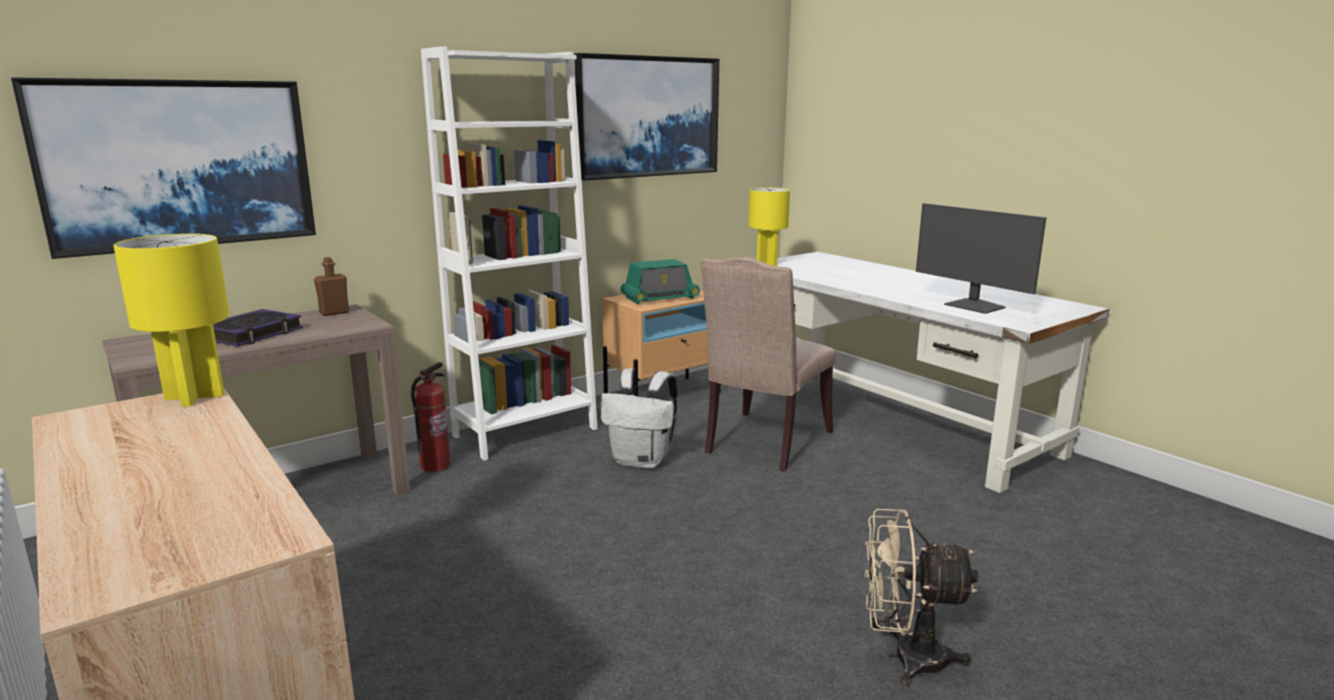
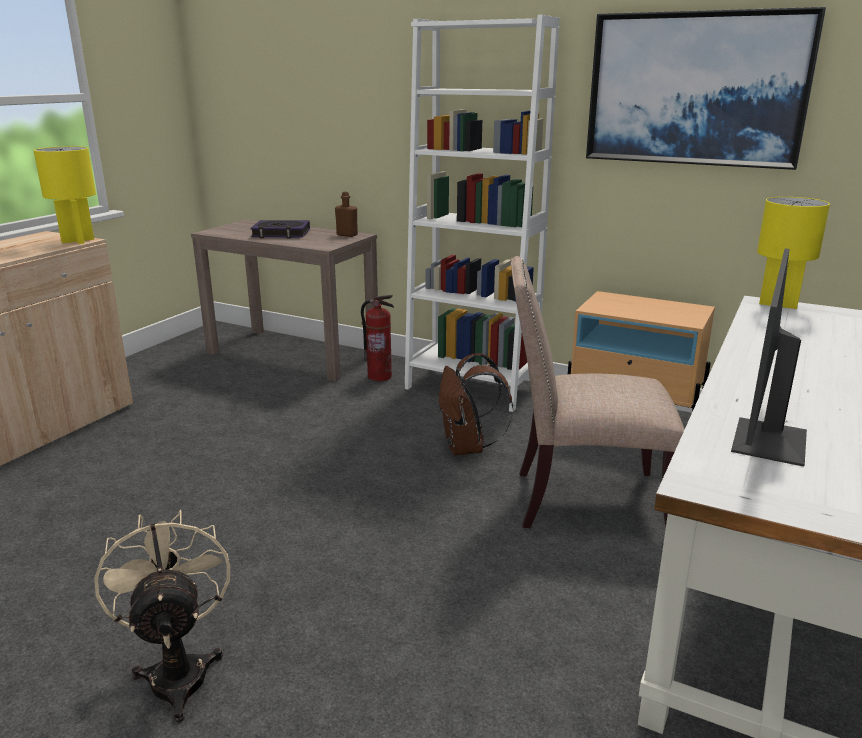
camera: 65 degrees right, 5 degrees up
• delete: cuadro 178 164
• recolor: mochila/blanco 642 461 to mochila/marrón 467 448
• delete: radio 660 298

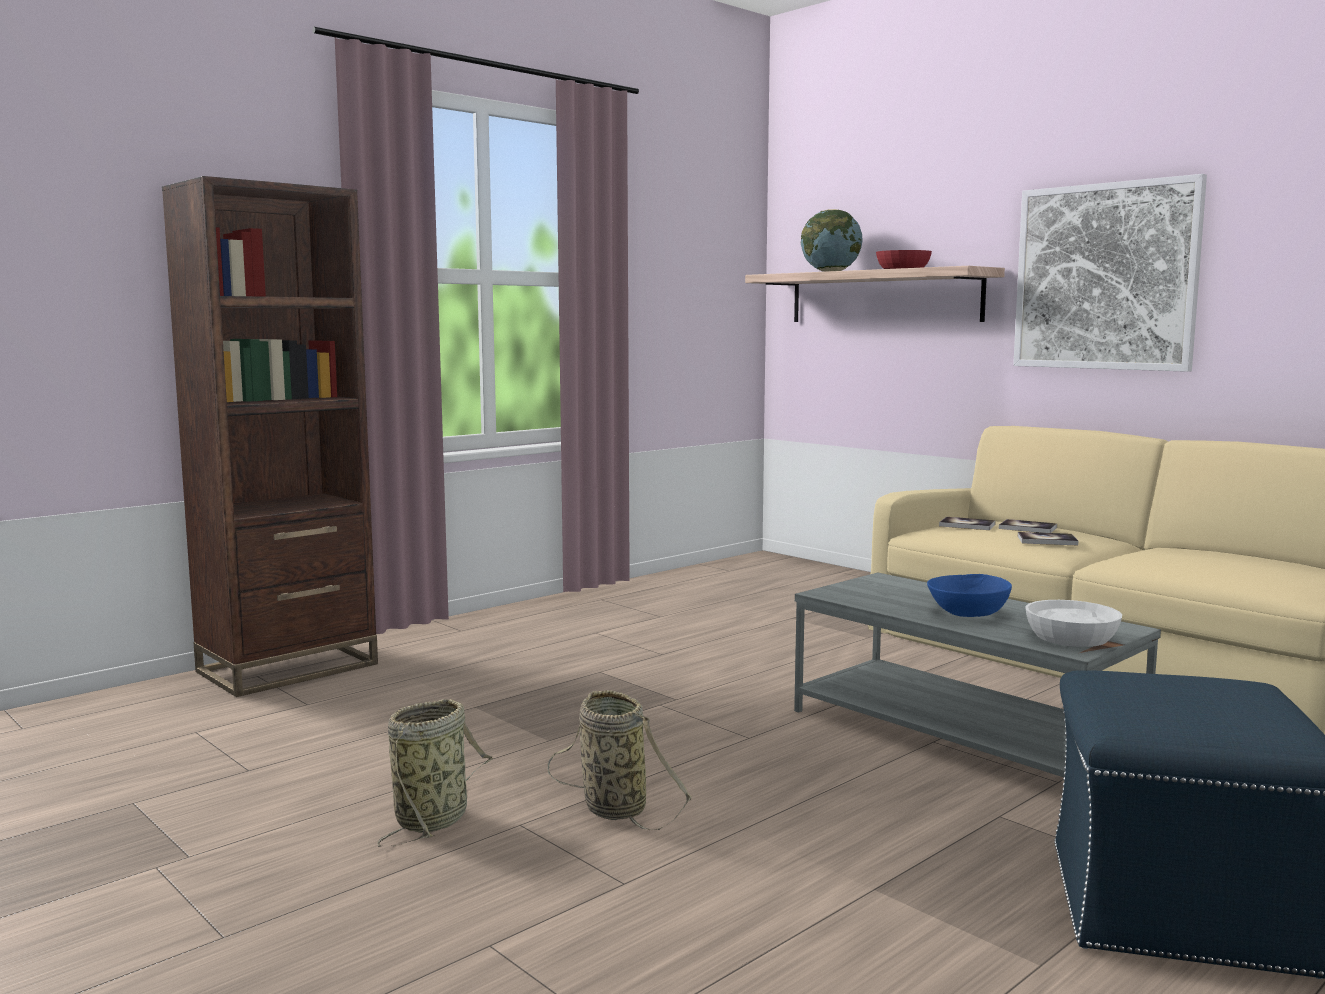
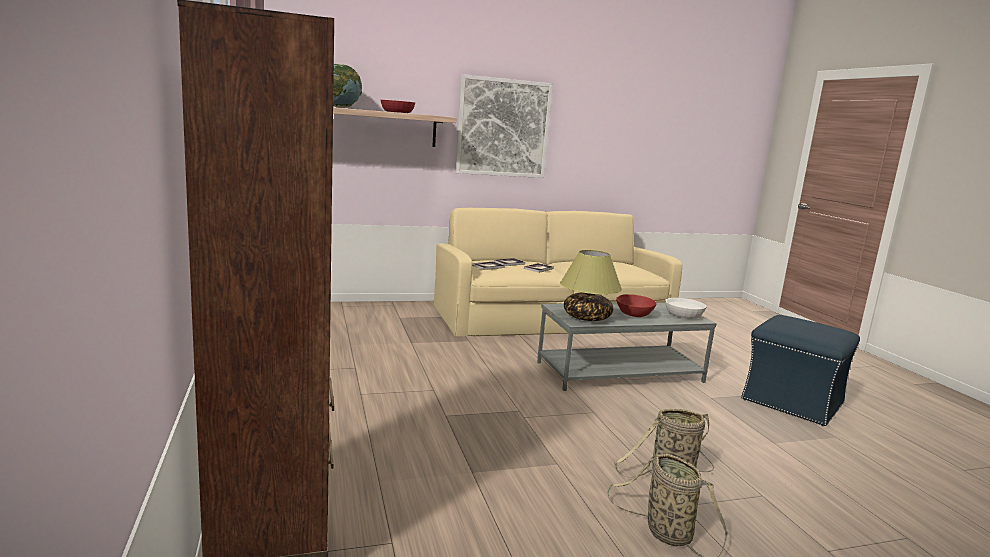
camera: 65 degrees left, 5 degrees up
• recolor: cuenco/azul 967 613 to cuenco/rojo 634 315
• insert: lámpara de mesa 586 317

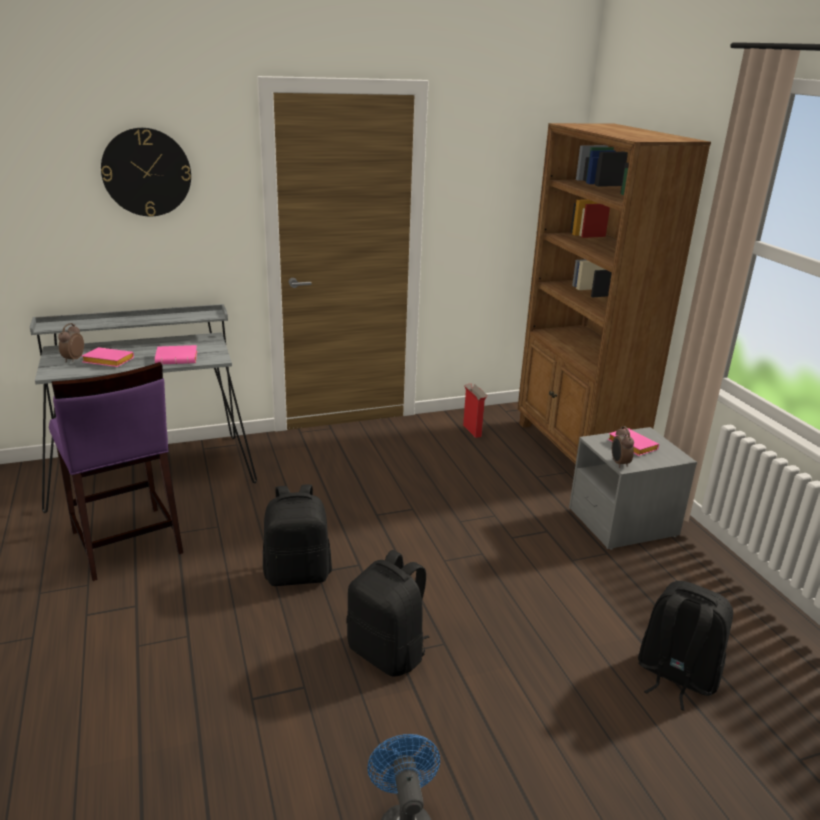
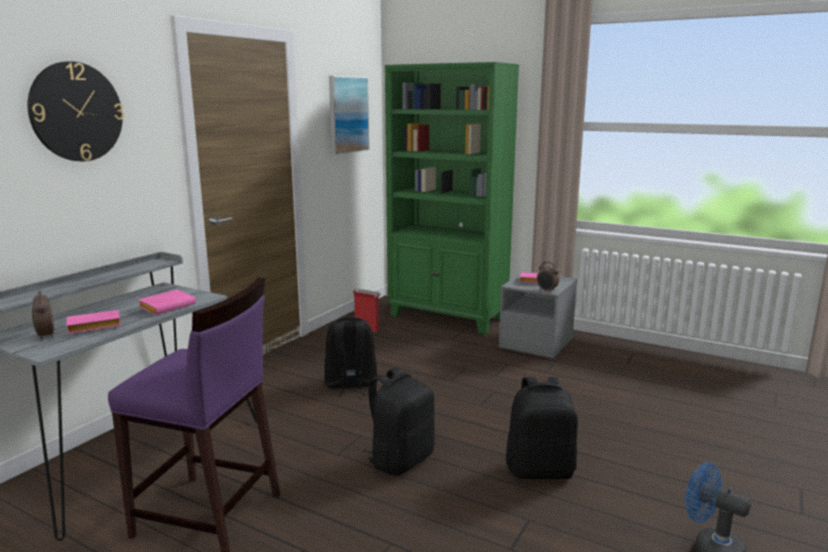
camera: 40 degrees left, 10 degrees down
• recolor: estantería/marrón 576 449 to estantería/verde 448 317
• move: mochila/negro 675 676 to 350 385
• insert: cuadro 348 114

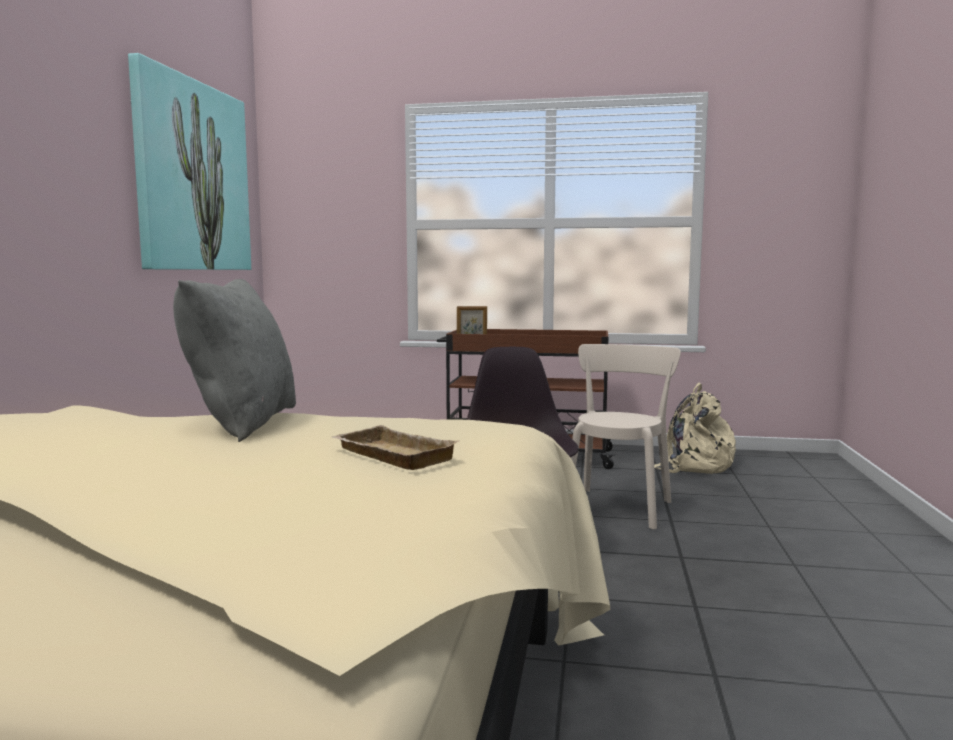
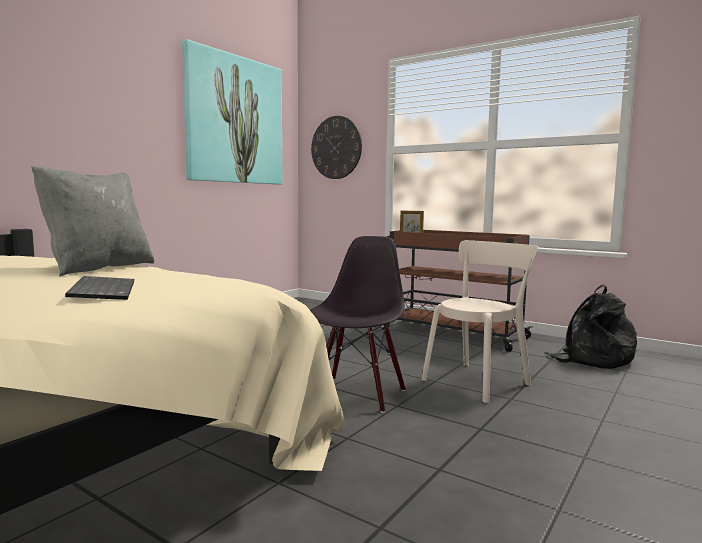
camera: 25 degrees right, 0 degrees up
• replace: bandeja/beis 390 456 to teclado 101 291
• recolor: mochila/beis 693 465 to mochila/negro 592 359
• insert: reloj de pared 336 147

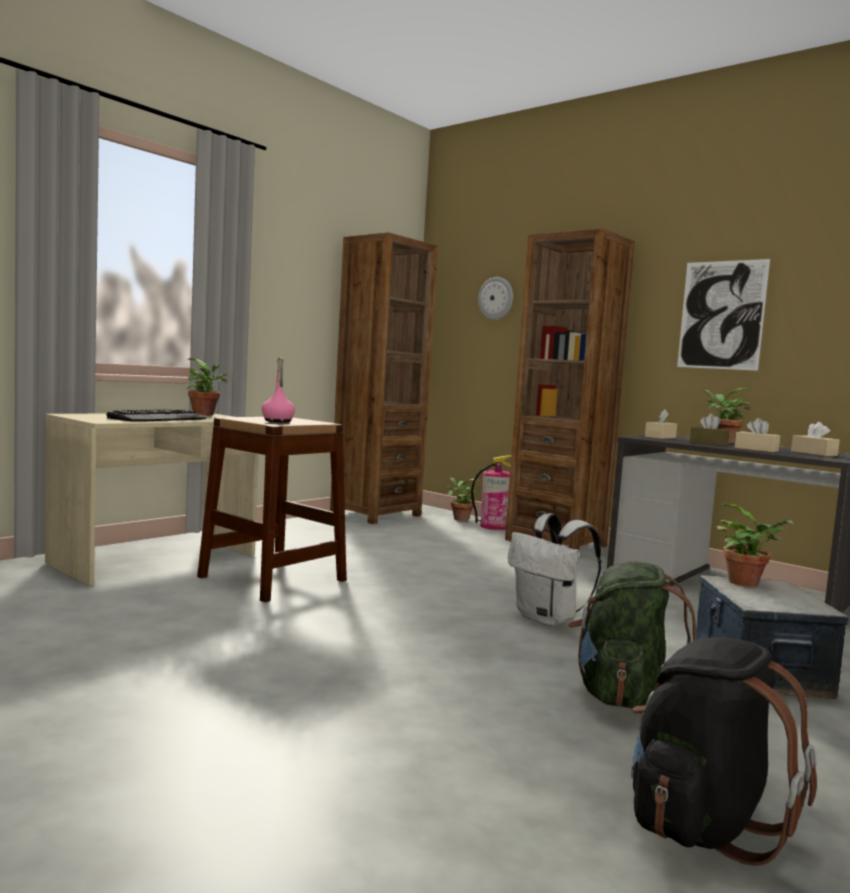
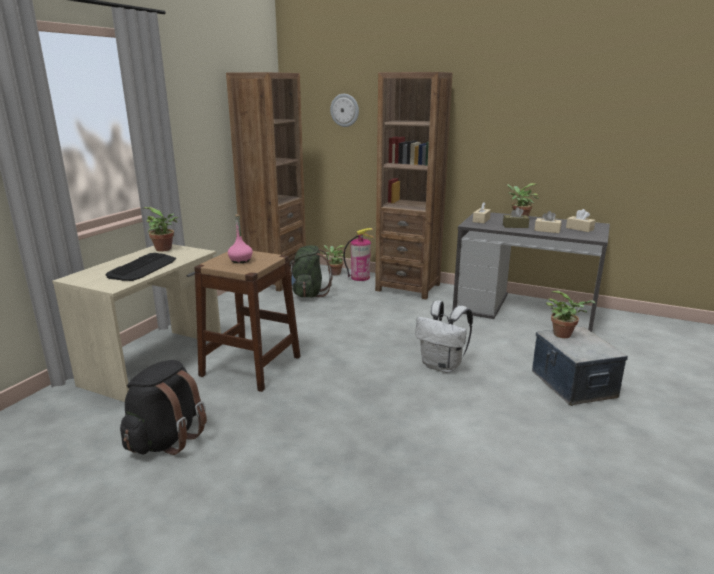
camera: 15 degrees left, 15 degrees up
• move: mochila/verde 622 696 to 308 294
• move: mochila/negro 701 823 to 166 439
• delete: cuadro 721 315

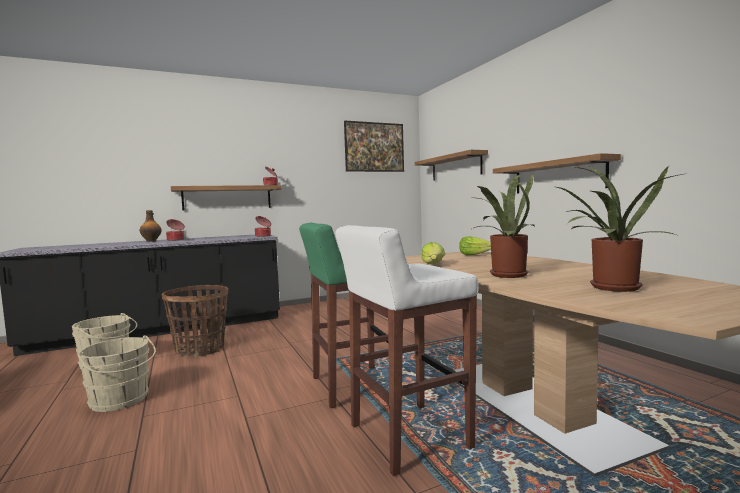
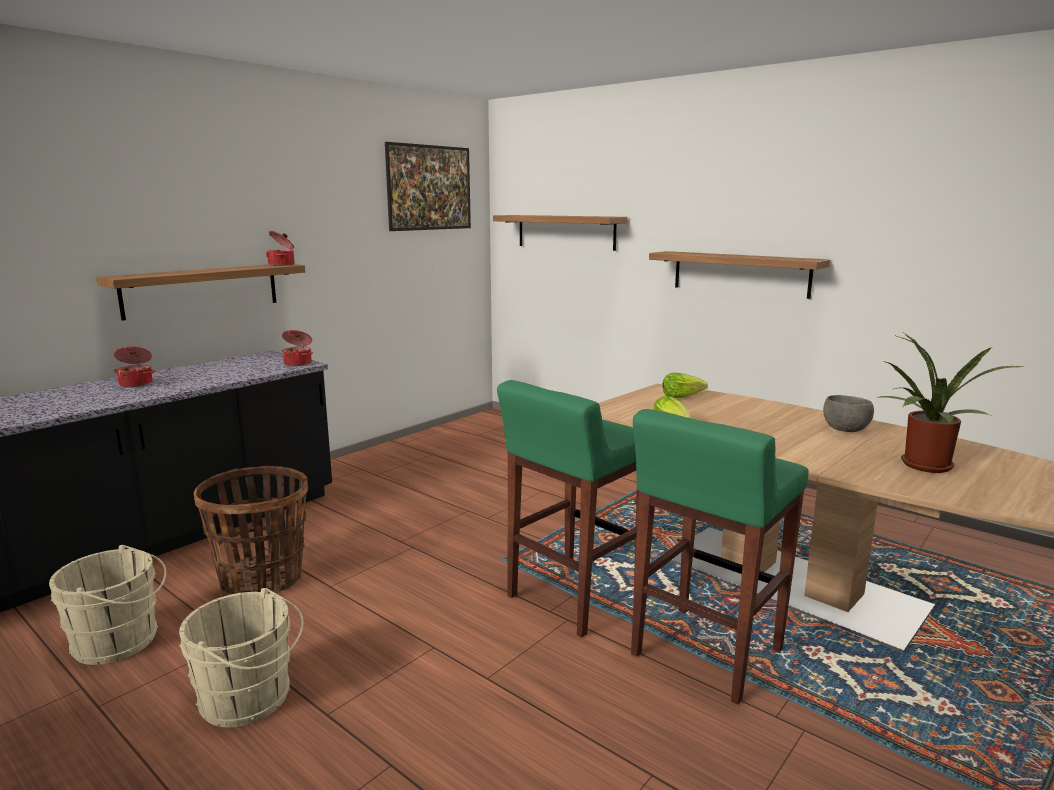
camera: 25 degrees left, 10 degrees up
• delete: botella 151 241
• recolor: taburete/blanco 407 436 to taburete/verde 705 653
• delete: planta en maceta 505 274
• insert: cuenco/gris 846 430

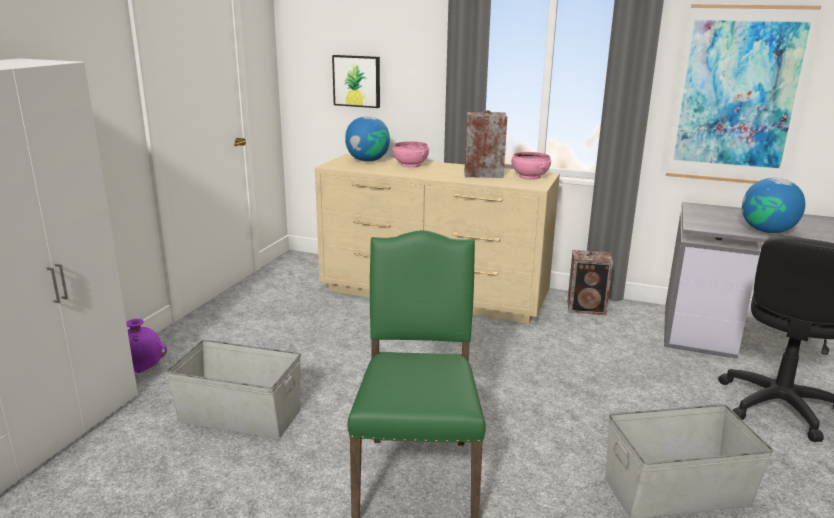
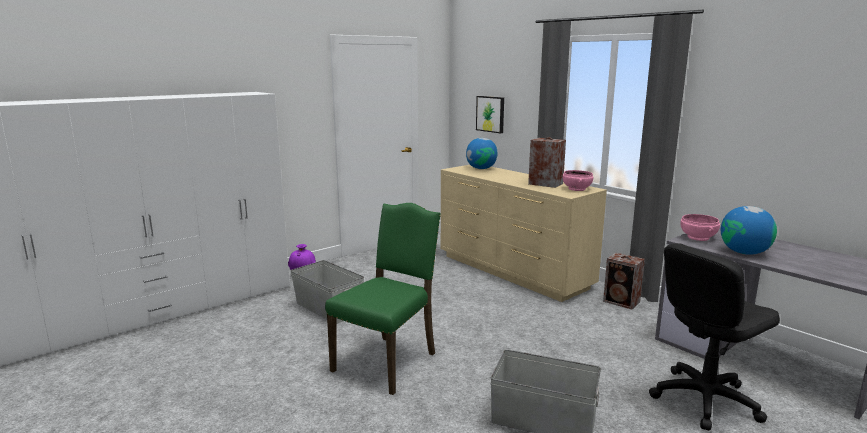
camera: 30 degrees right, 5 degrees down
• move: cuenco/rosa 411 165 to 698 237
• delete: cuadro 737 96

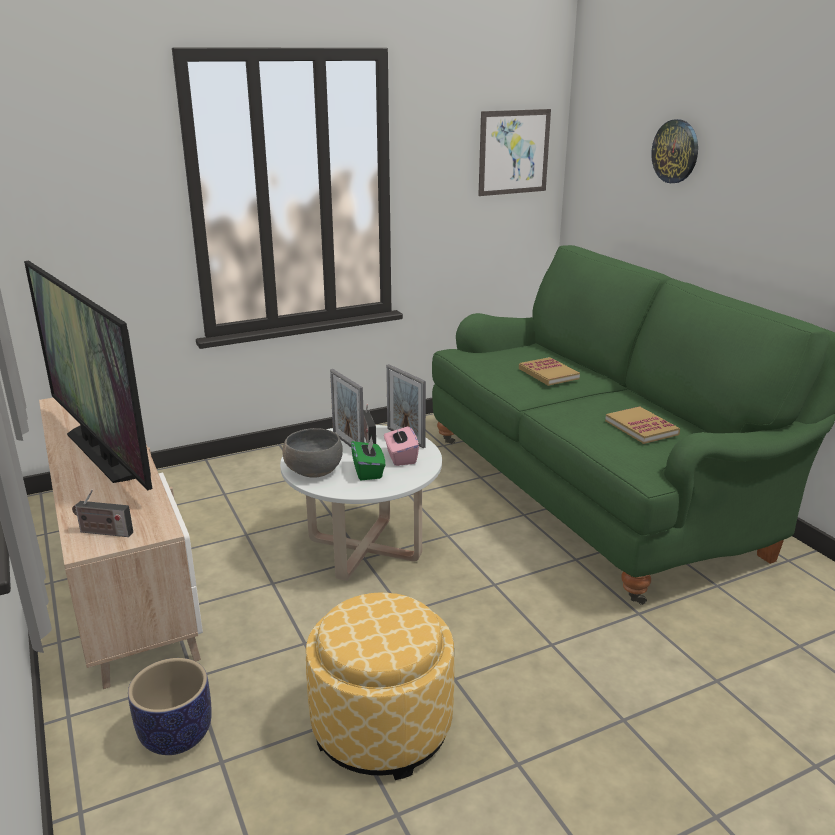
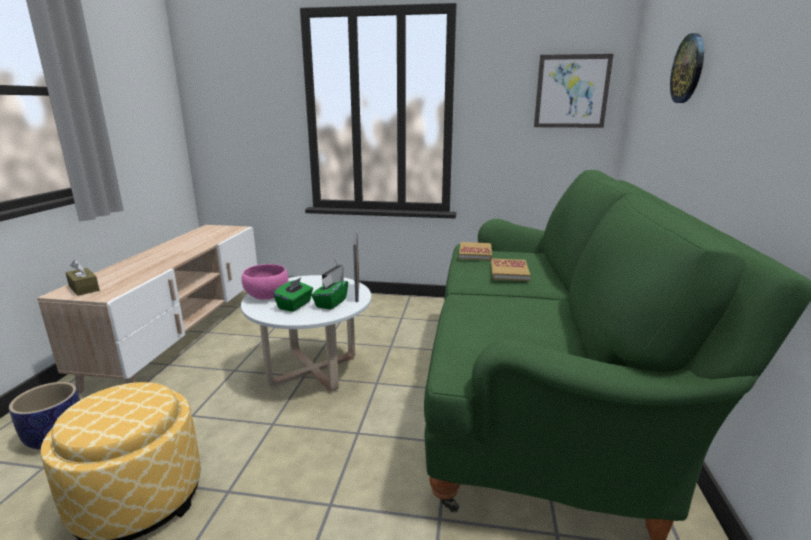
camera: 35 degrees right, 5 degrees down
• delete: televisor 103 453
• replace: radio 103 532 to caja de pañuelos/marrón 84 288
• recolor: cuenco/gris 313 471 to cuenco/rosa 266 295
• delete: portarretratos 348 444
• recolor: caja de pañuelos/rosa 400 457 to caja de pañuelos/verde 330 303
• move: libro 641 427 to 475 253

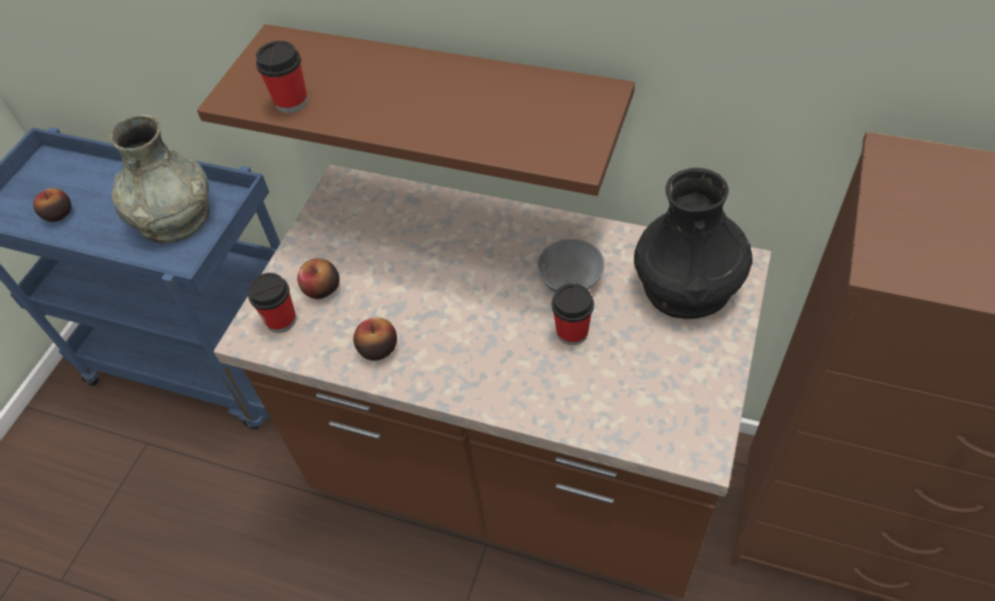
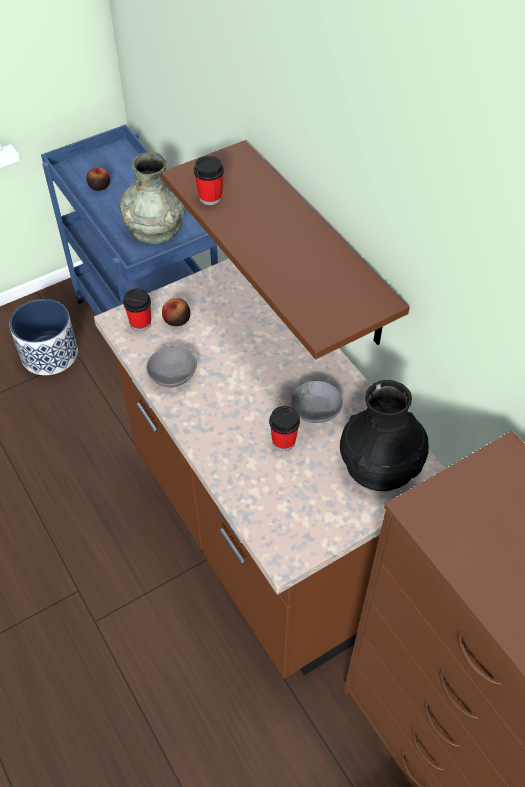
camera: 35 degrees right, 0 degrees up
• replace: manzana 378 348 to cuenco/gris 173 374
• insert: maceta 50 354

